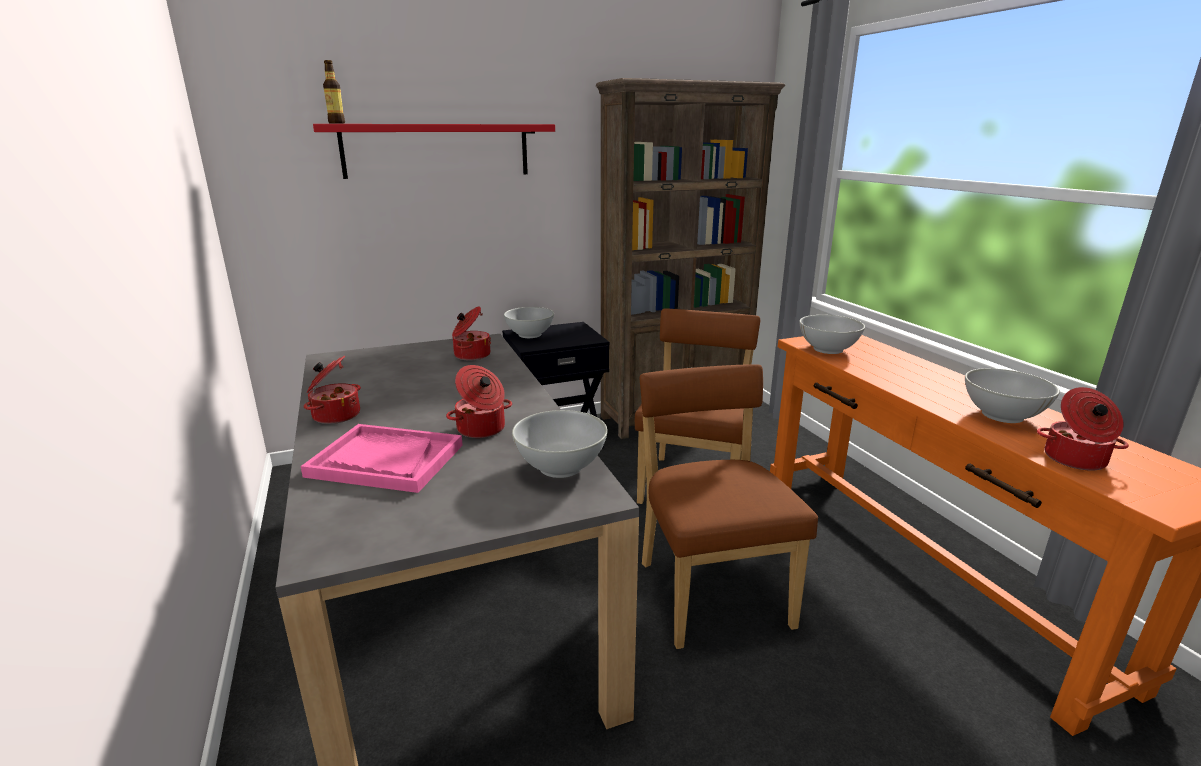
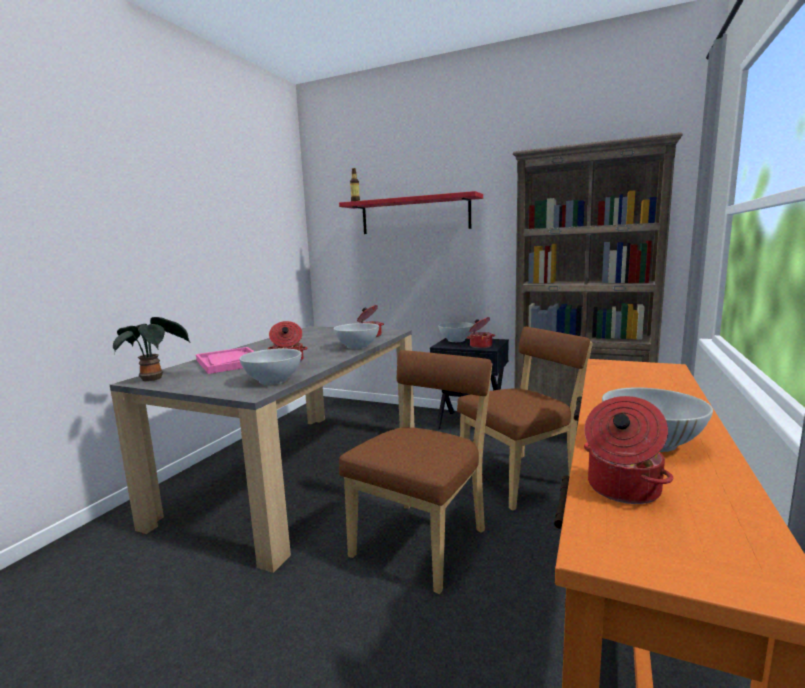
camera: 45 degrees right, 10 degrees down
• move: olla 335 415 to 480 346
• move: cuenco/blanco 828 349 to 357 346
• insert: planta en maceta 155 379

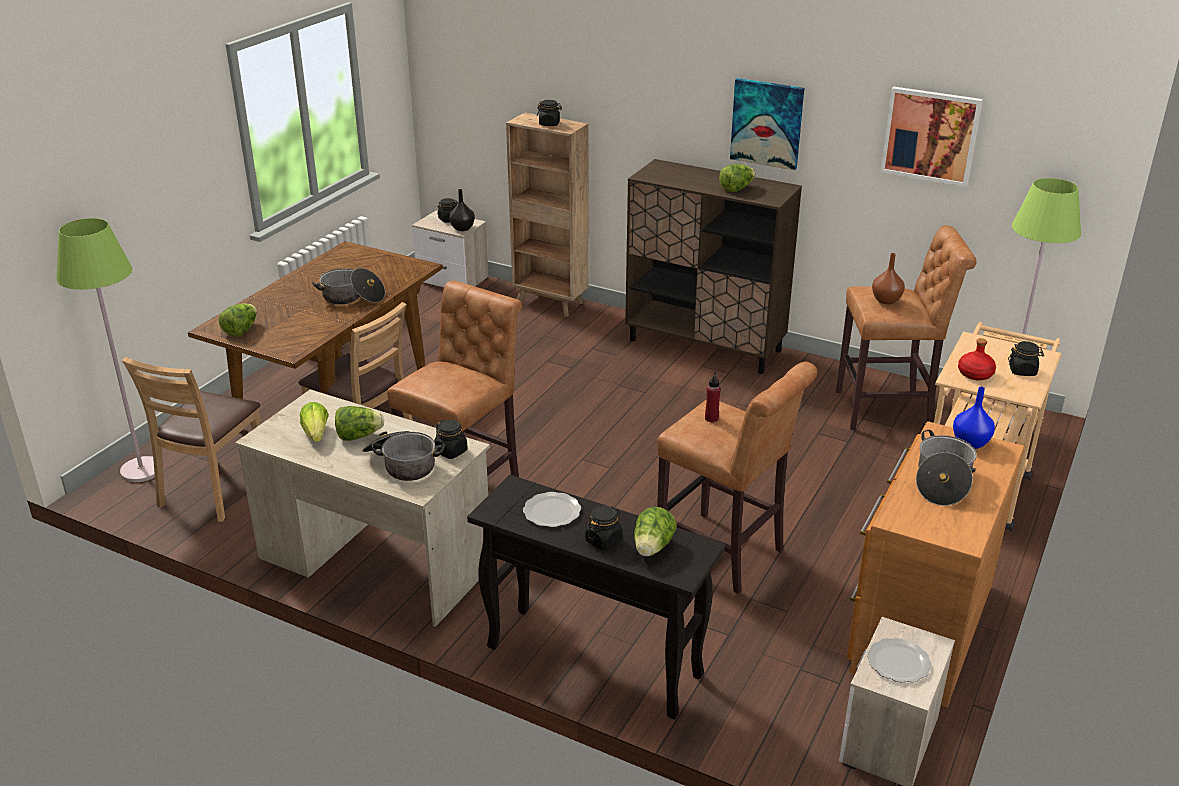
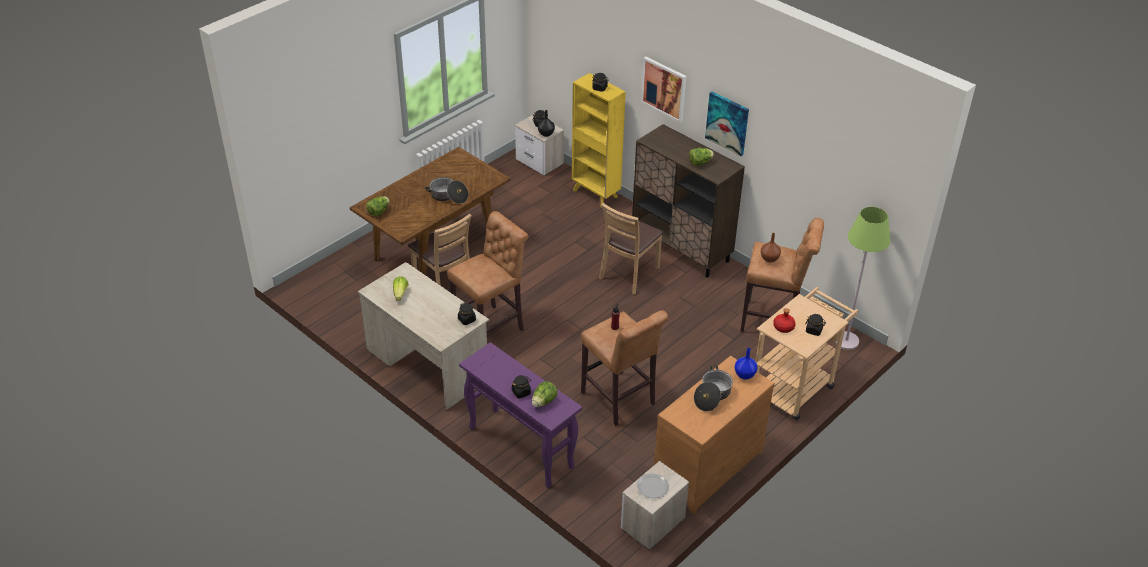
camera: 15 degrees right, 10 degrees up
• delete: lámpara de pie/verde 141 470
• move: silla/marrón 214 490 to 629 273
• delete: lechuga 358 436
• delete: olla 402 464
• recolor: mesa consola/negro 592 661 to mesa consola/morado 520 447
• recolor: estantería/marrón 550 304 to estantería/amarillo 596 194
• delete: plato 552 512
• move: cuadro 930 135 to 664 88

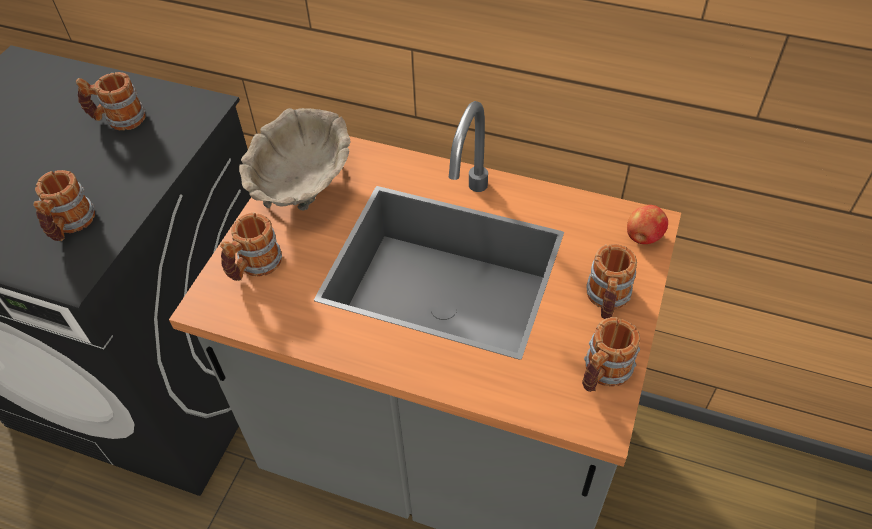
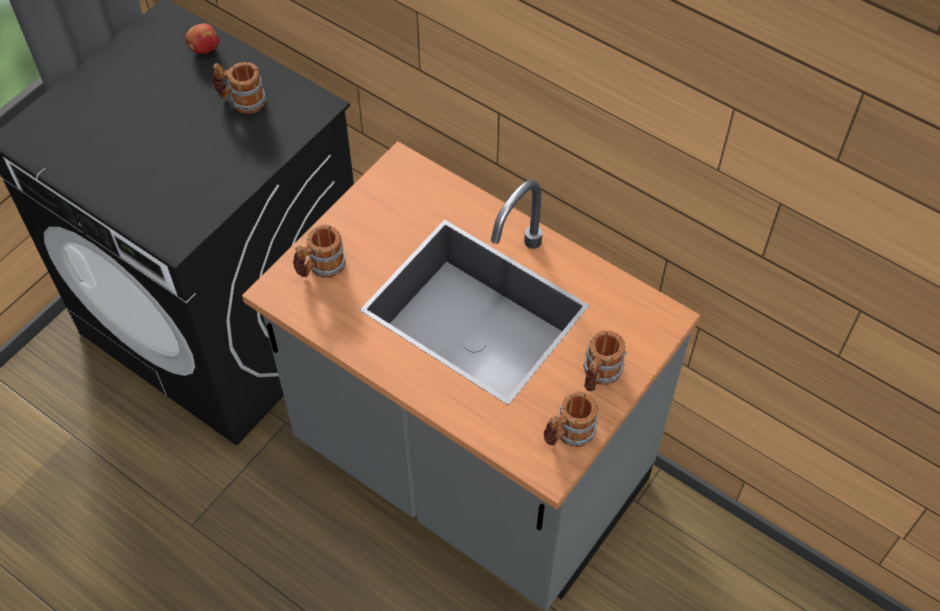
camera: 15 degrees right, 5 degrees up
• delete: taza grande 70 225
• delete: cuenco/beis 303 188
• move: manzana 643 237 to 204 49

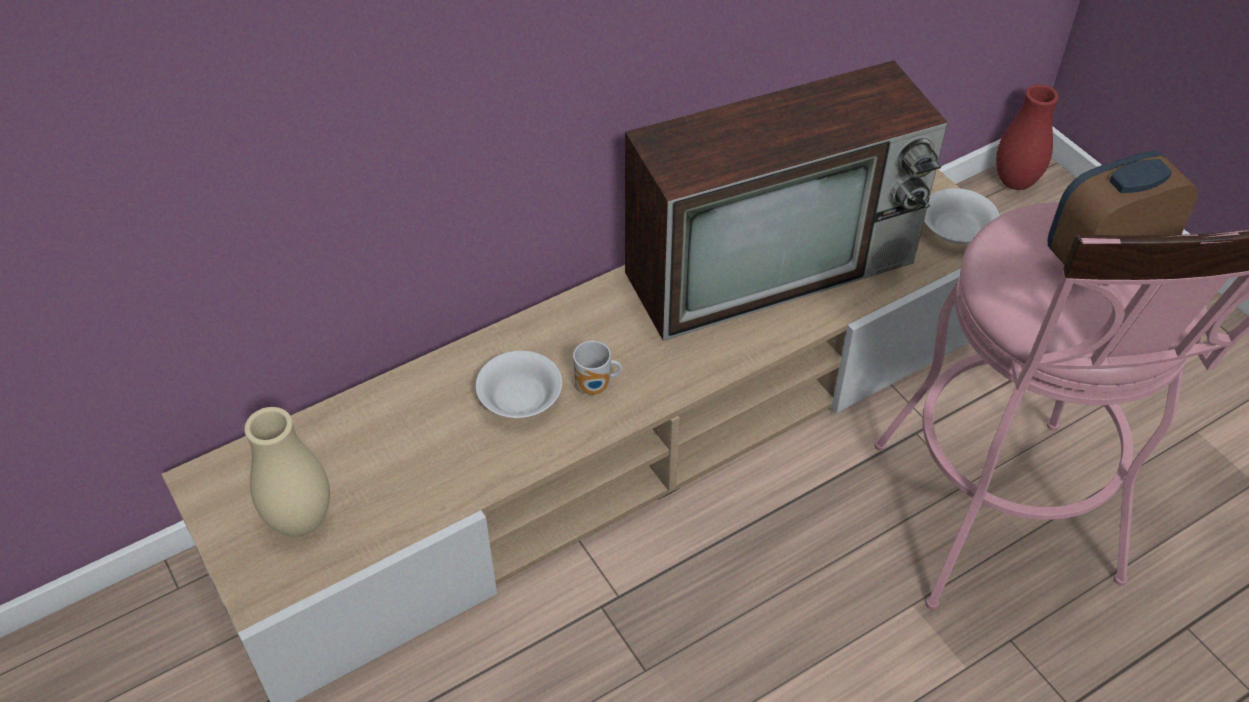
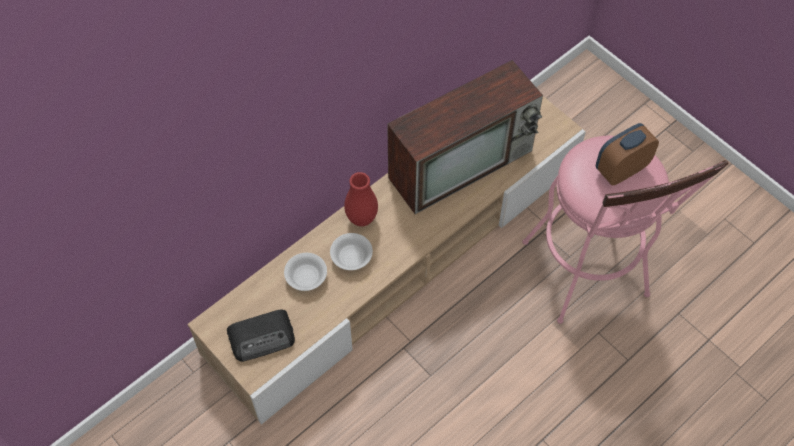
camera: 10 degrees left, 10 degrees up
• replace: florero/beis 301 520 to radio 262 337
• delete: taza grande 595 387
• move: cuenco/blanco 957 230 to 306 277
• move: florero/rojo 1015 182 to 361 219

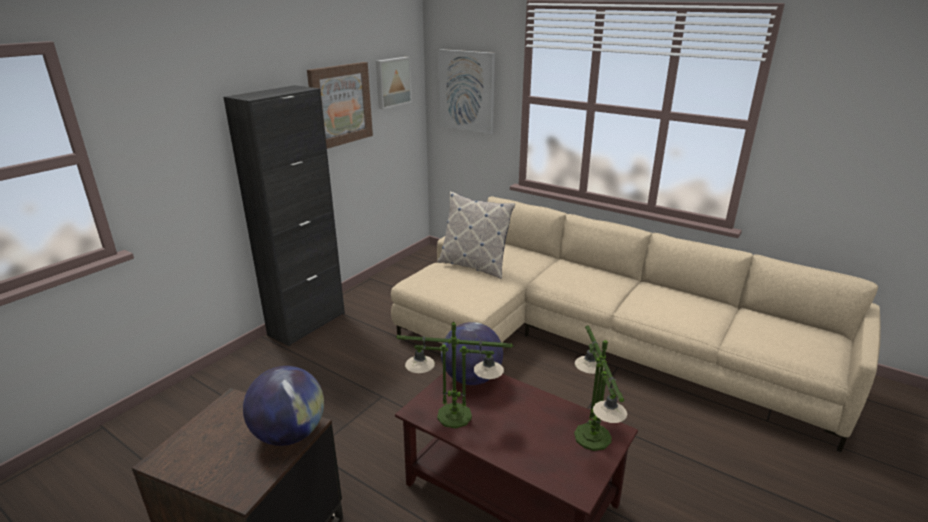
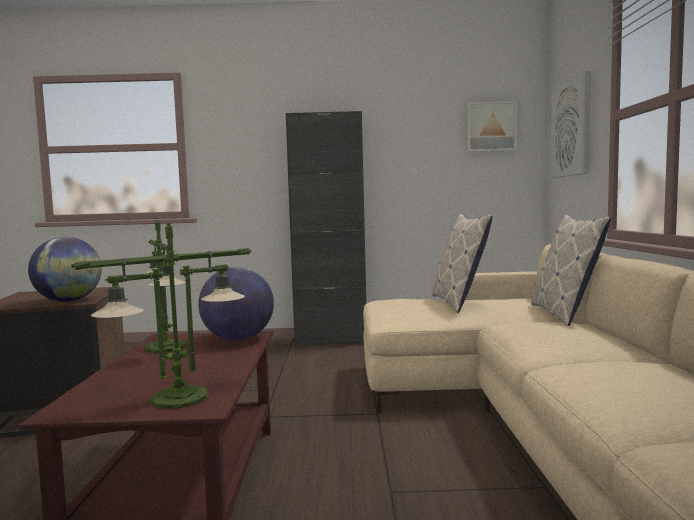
camera: 55 degrees right, 20 degrees down
• delete: cuadro 340 105
• insert: cojín 565 314

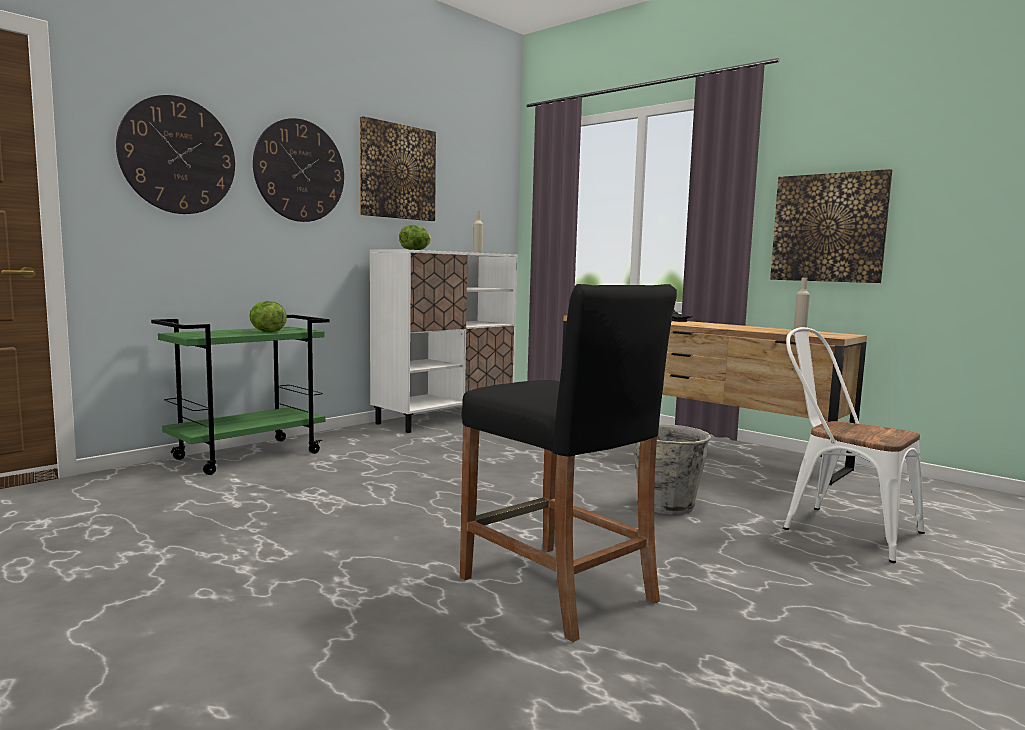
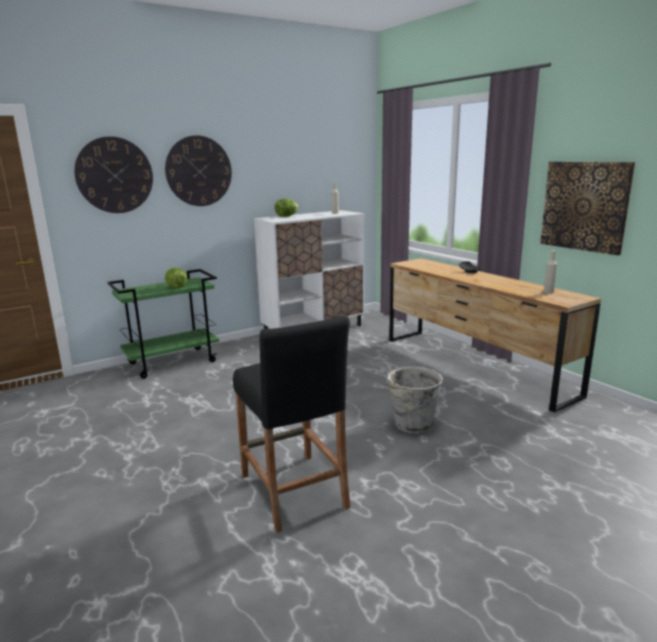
camera: 15 degrees right, 10 degrees up
• delete: cuadro 397 172
• delete: silla/blanco 840 528

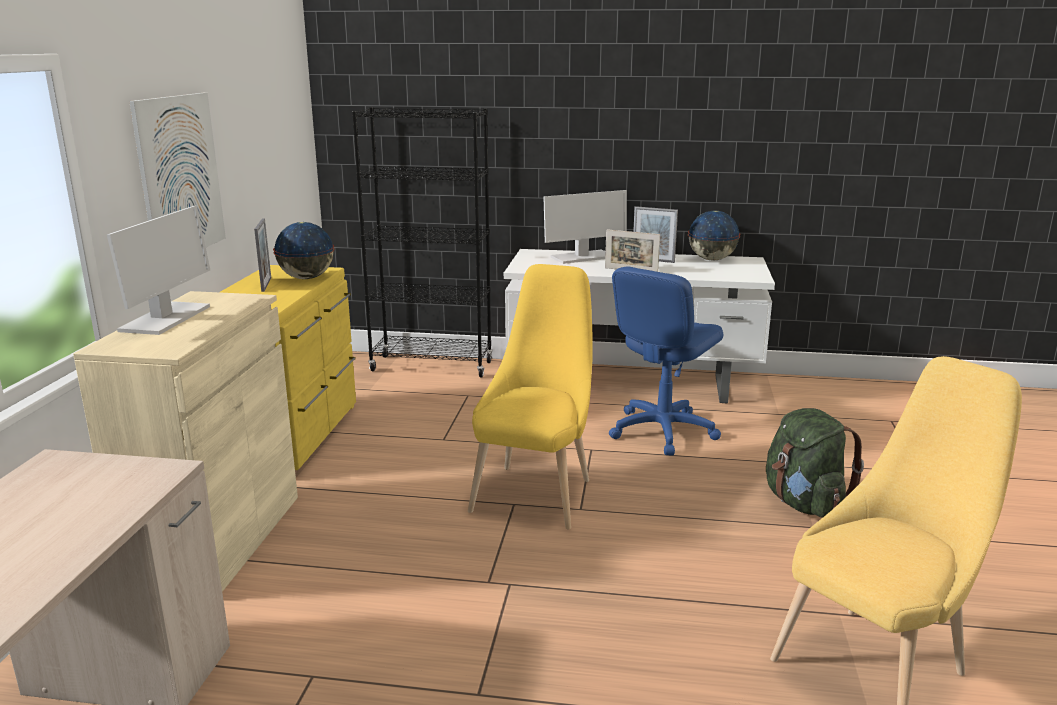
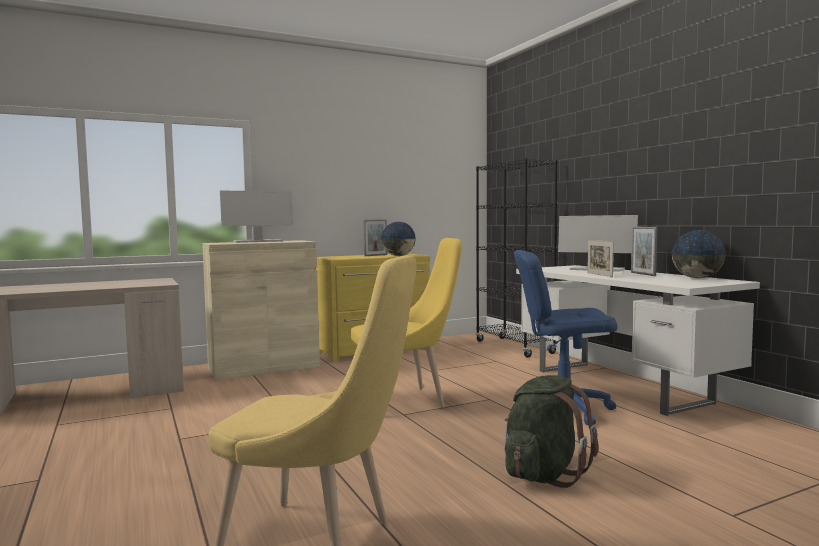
camera: 55 degrees right, 15 degrees down
• delete: cuadro 180 176

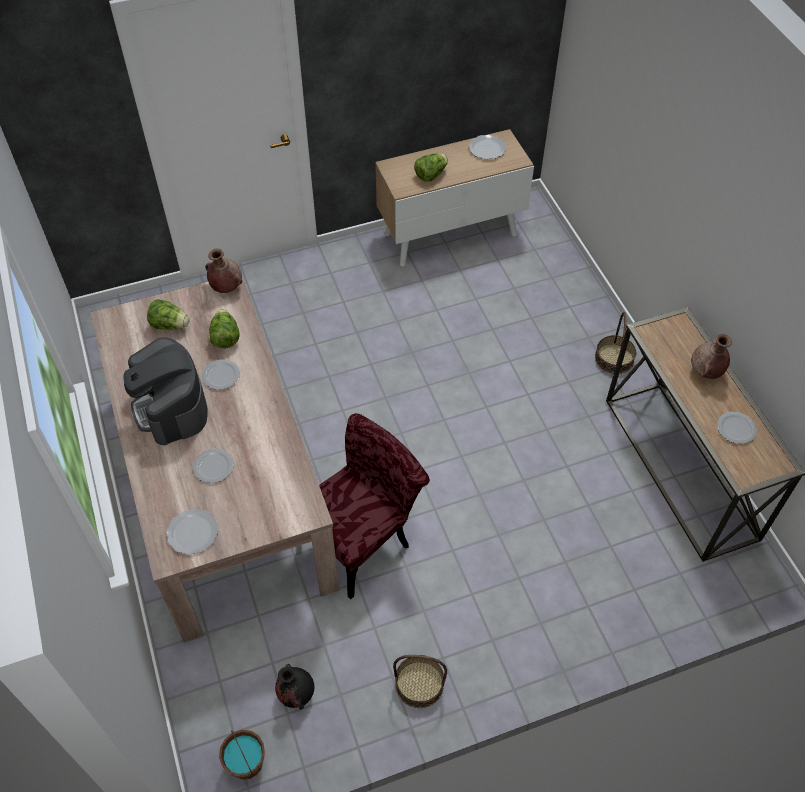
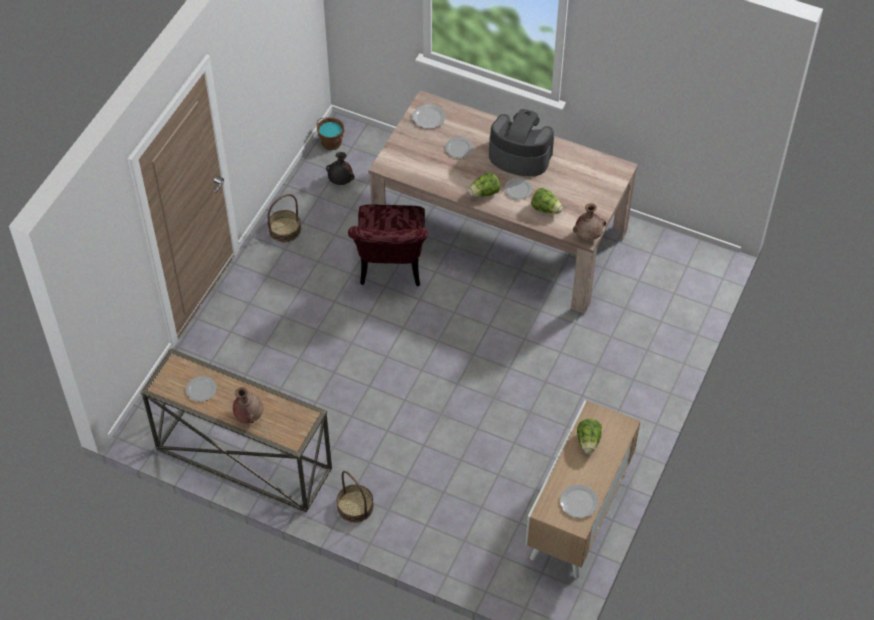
camera: 135 degrees right, 0 degrees up
• move: lechuga 170 325 to 484 193

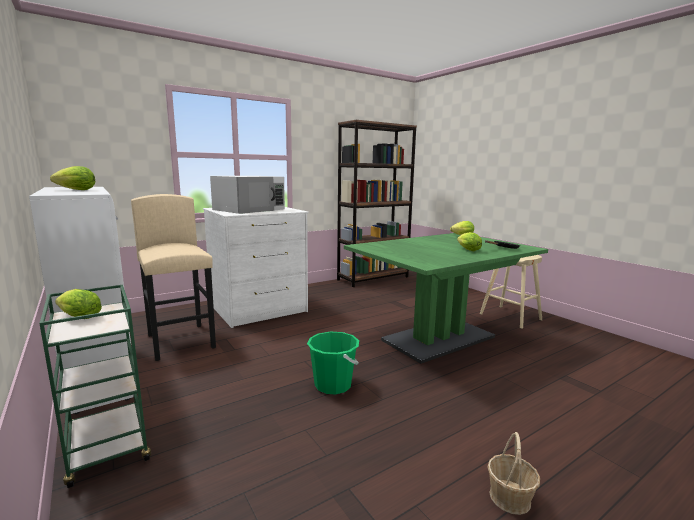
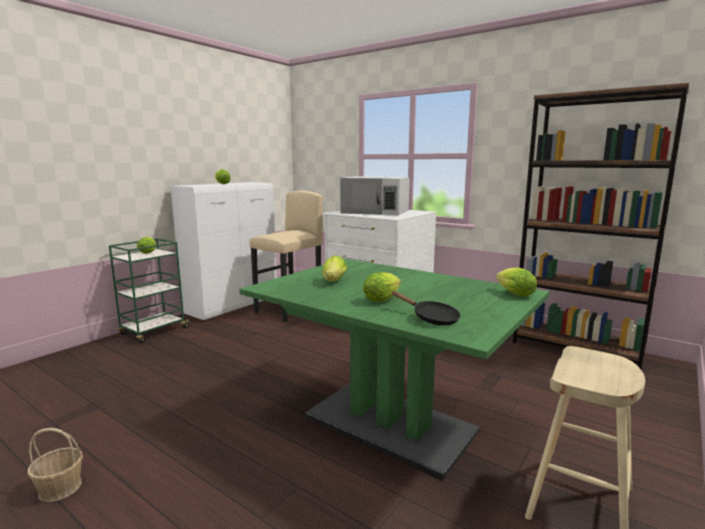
camera: 70 degrees right, 0 degrees up
• delete: cubo/verde 333 385
• insert: lechuga 333 282

